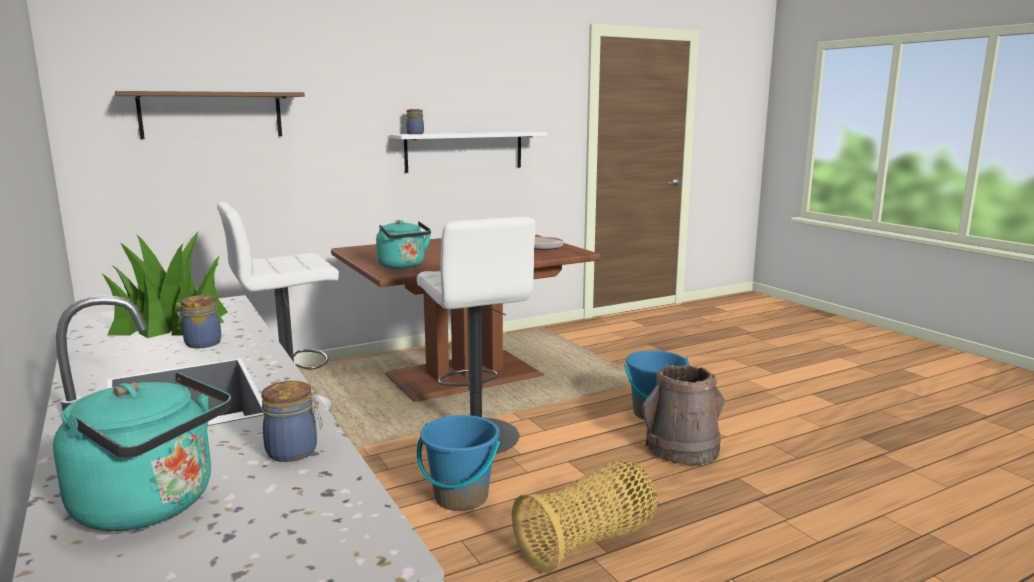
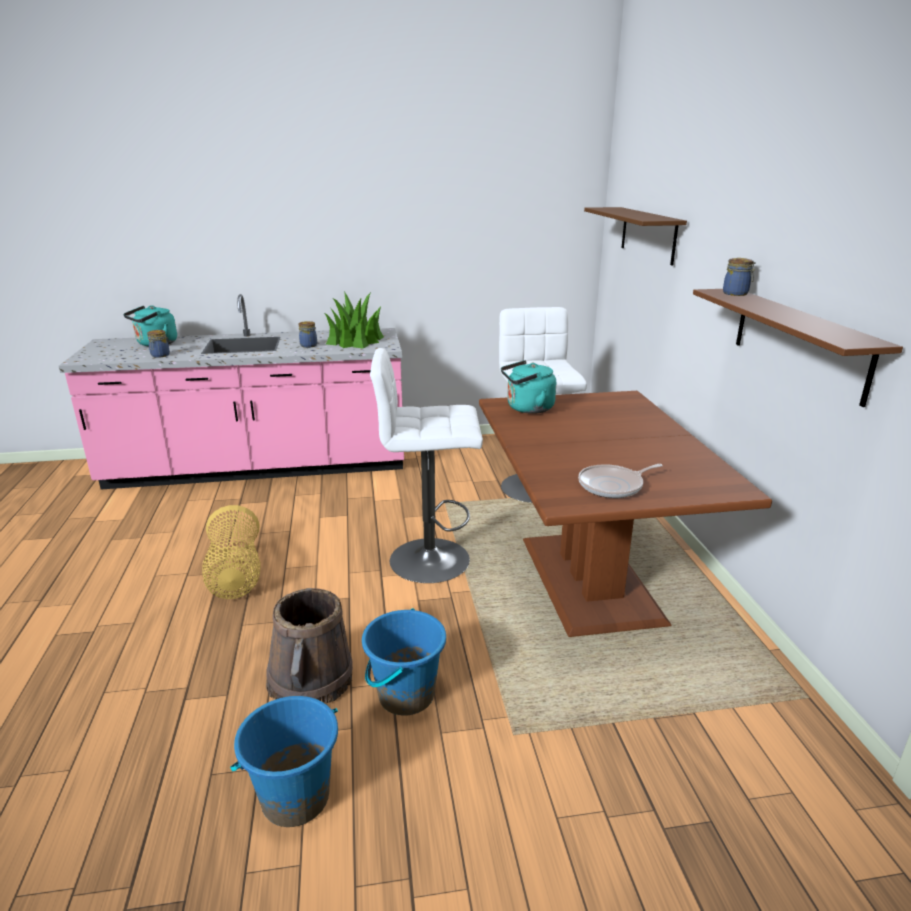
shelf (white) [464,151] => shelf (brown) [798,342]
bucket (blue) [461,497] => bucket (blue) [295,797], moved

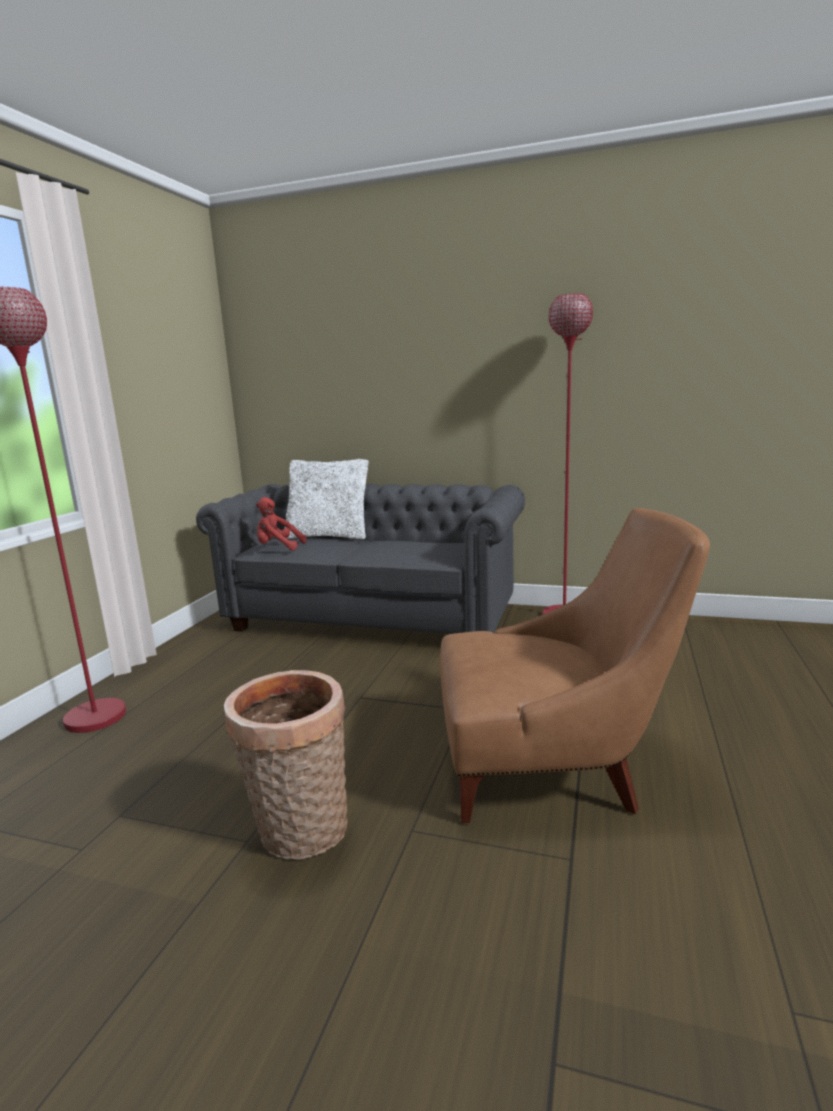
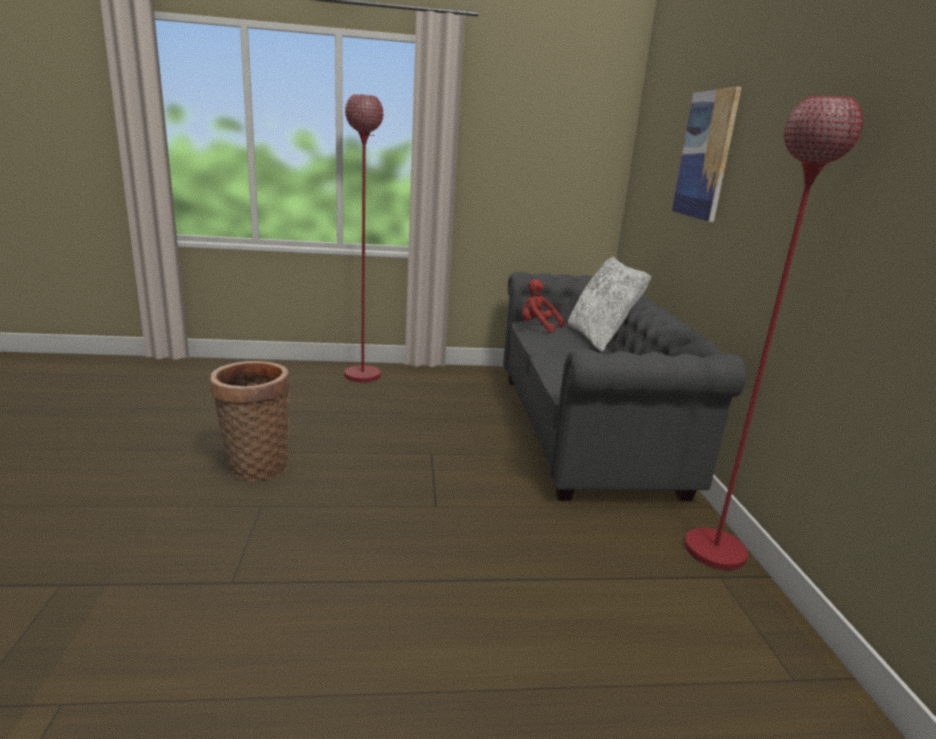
plush toy (red) [278,548] => plush toy (red) [537,326], 45 degrees counterclockwise
armchair (brown) [554,761] => nothing
nothing => picture [705,155]

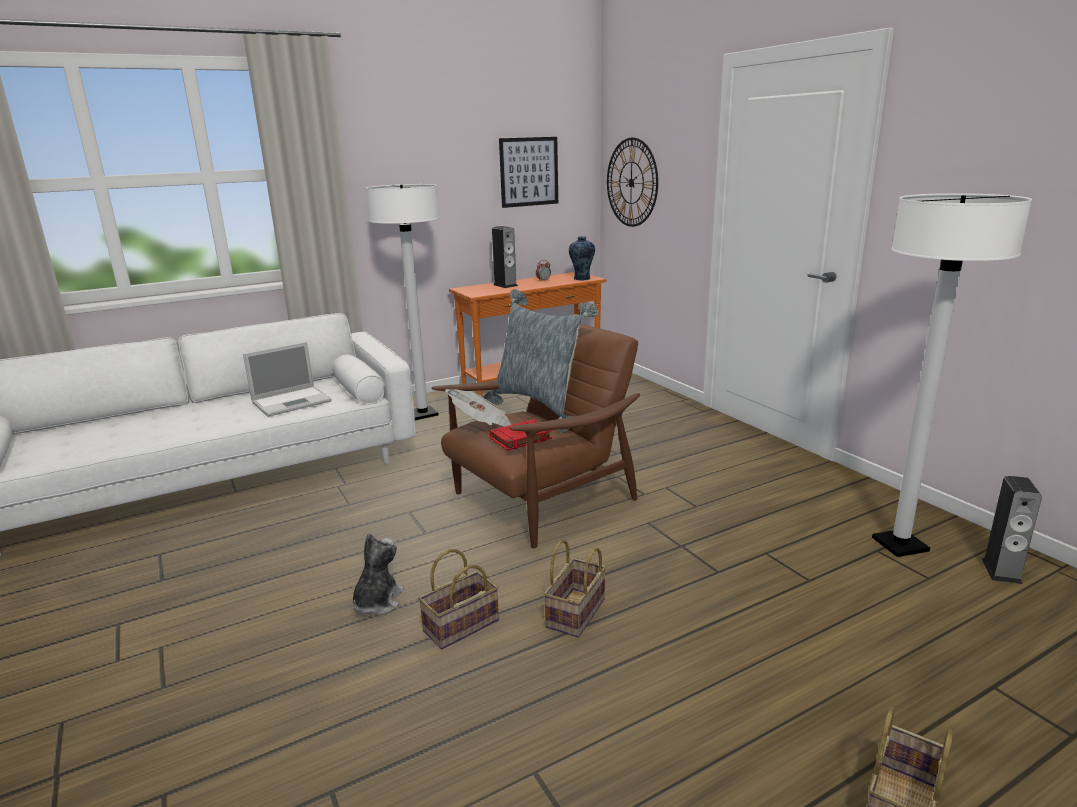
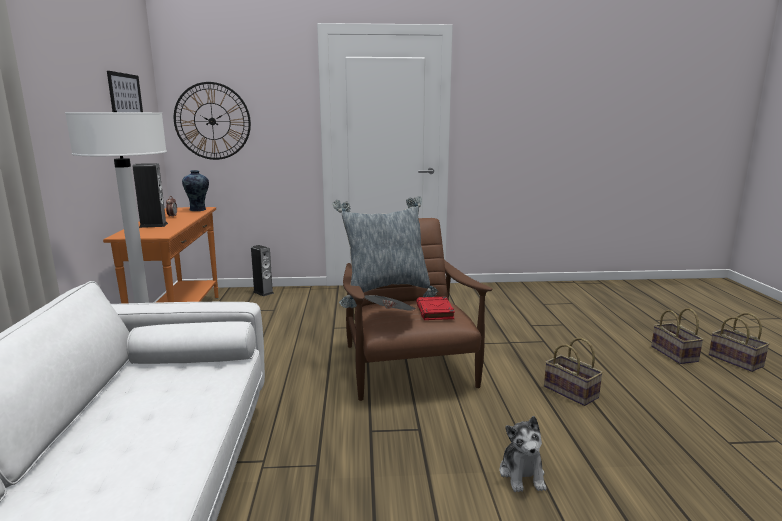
laptop [293,401] => nothing
plush toy [377,602] => plush toy [522,474], 135 degrees counterclockwise
basket [460,627] => basket [675,354], moved
floor lamp (white) [900,545] => nothing
speaker [1001,571] => speaker [263,292], moved

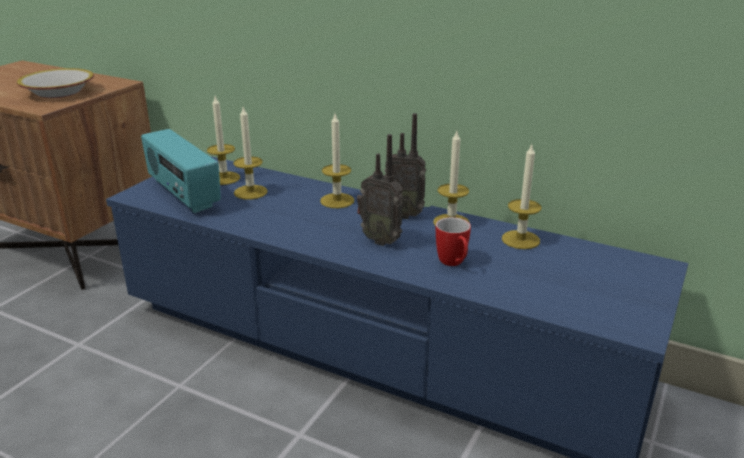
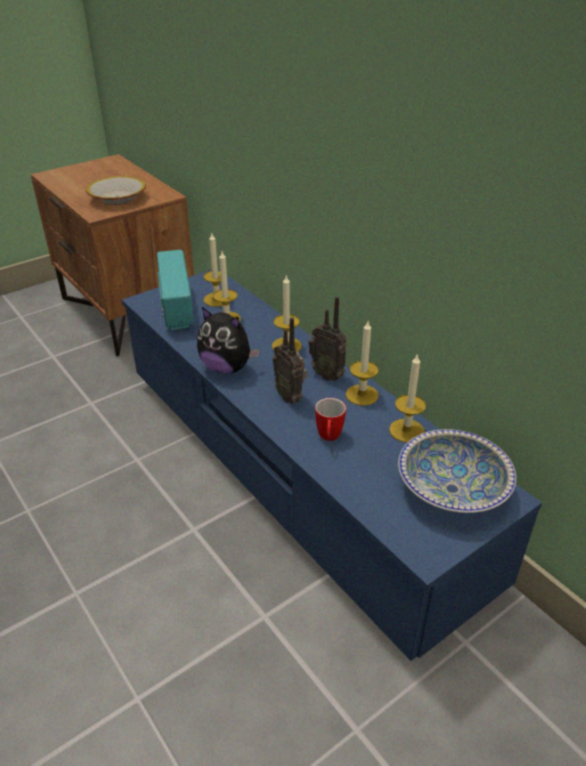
nothing => plush toy [227,367]
nothing => bowl [452,489]

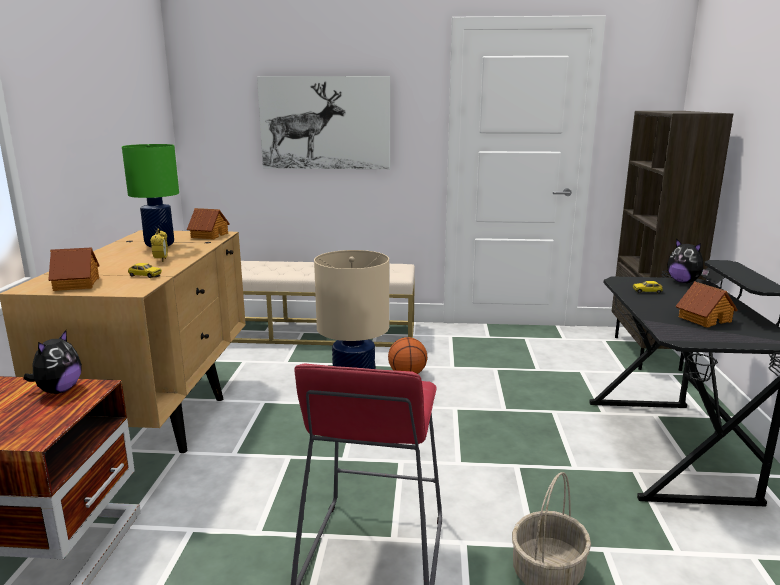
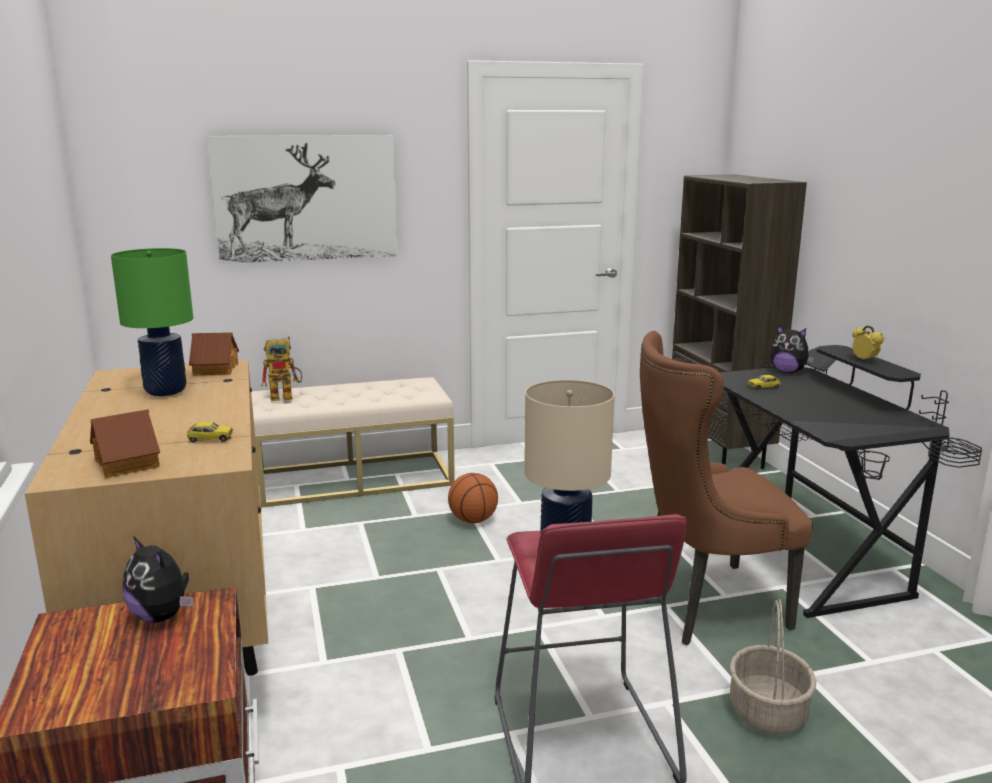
plush toy [58,390] => plush toy [162,616], 135 degrees clockwise
alarm clock [161,260] => alarm clock [864,360], moved
toy house [704,319] => nothing
nothing => toy robot [286,396]
nothing => chair (brown) [706,602]

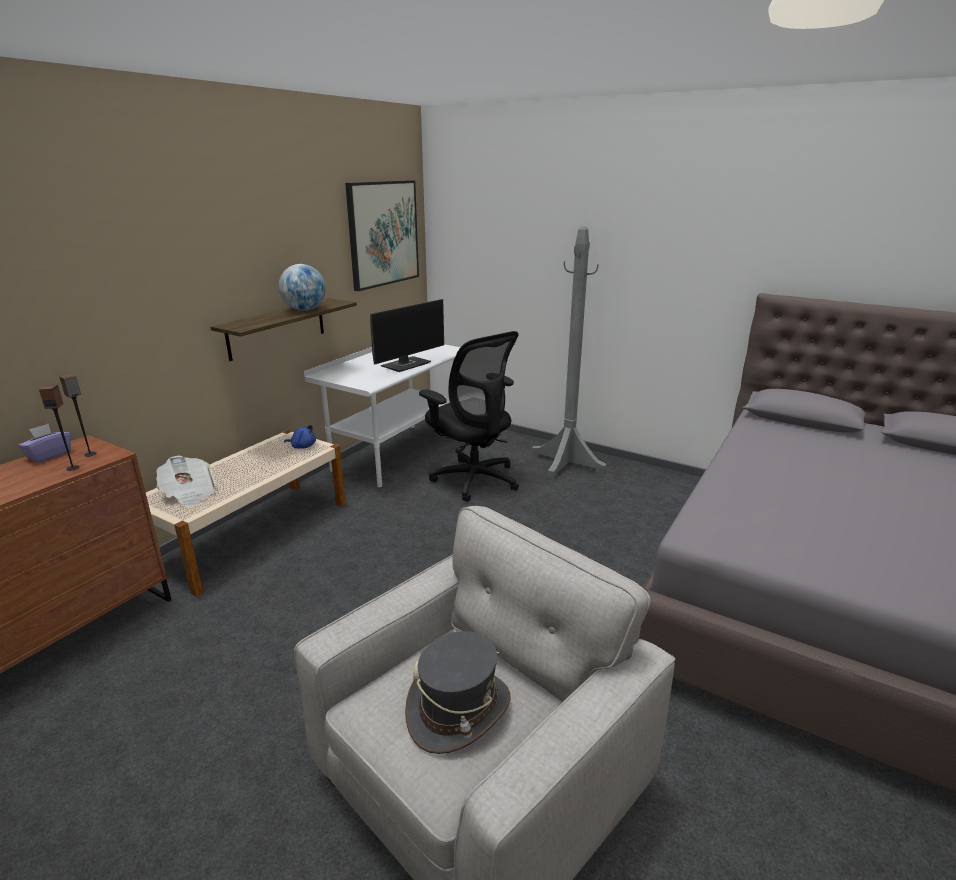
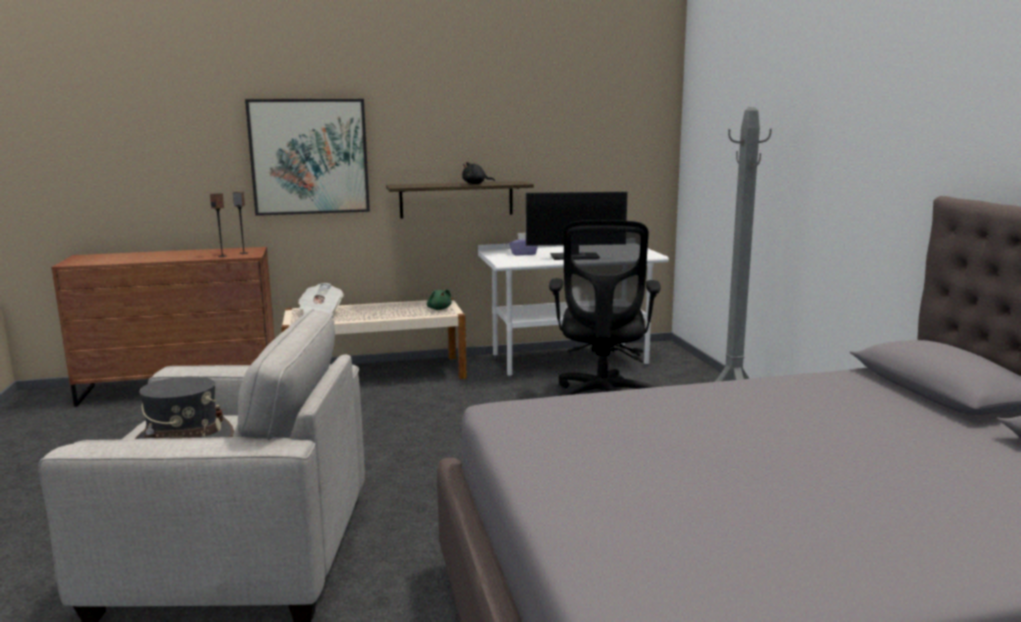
tissue box (purple) [49,455] => tissue box (purple) [523,254], moved
globe [305,310] => plush toy (black) [476,184]
plush toy (blue) [302,446] => plush toy (green) [439,309]
picture [383,234] => picture [309,157], moved

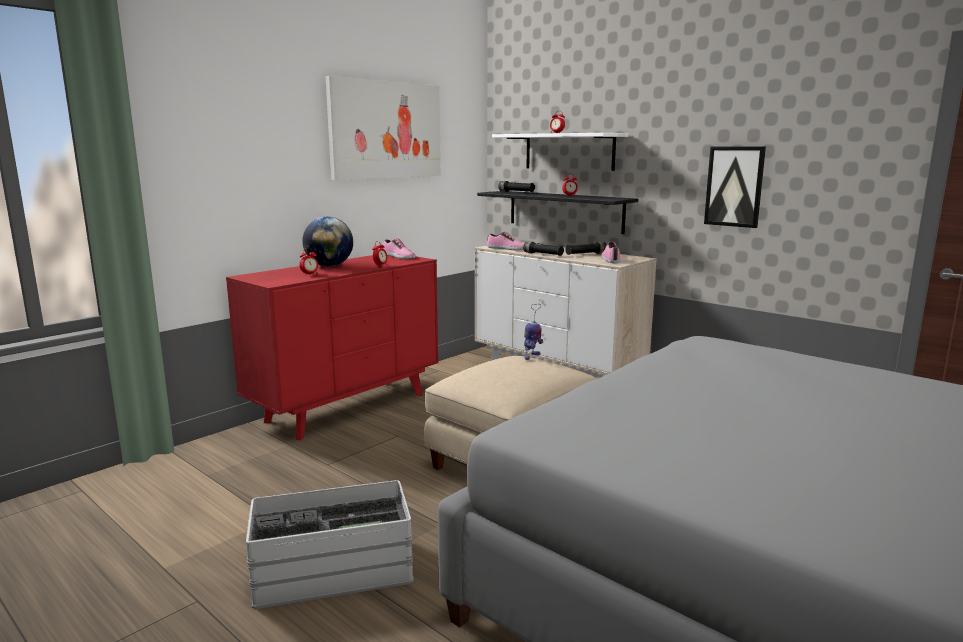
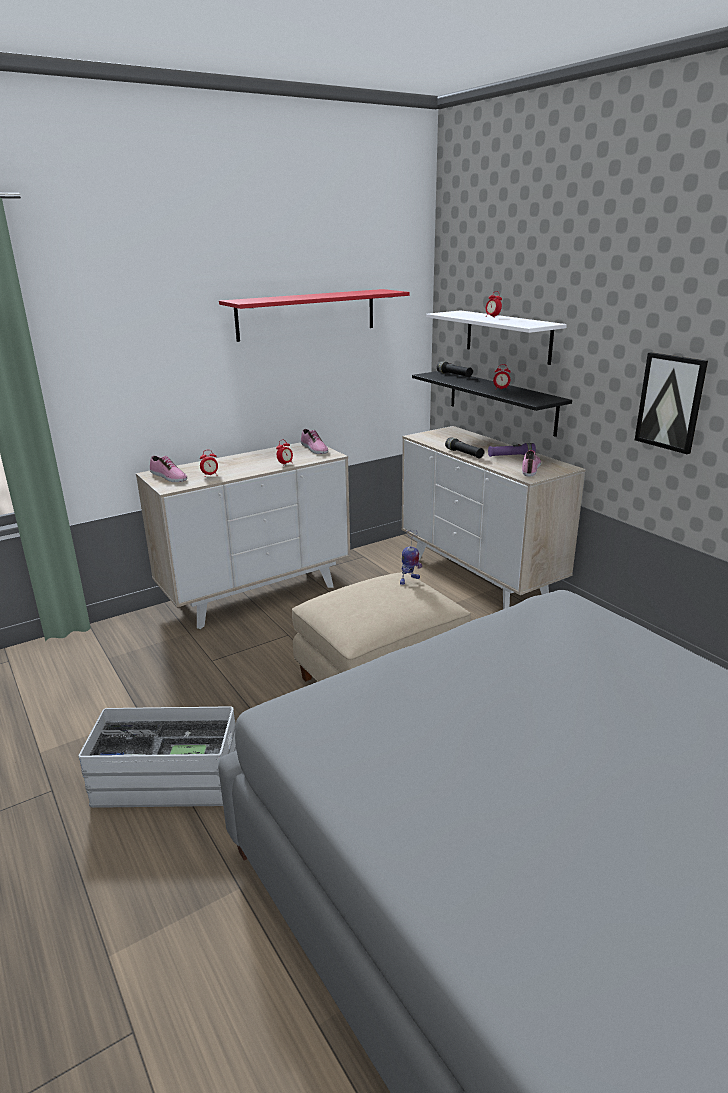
dresser (red) [346,407] => dresser (white) [256,594]
globe [329,266] => nothing
picture [386,130] => shelf (red) [307,314]
shoe [507,249] => shoe [168,477], moved
flashlight (black) [585,254] => flashlight (purple) [511,456]

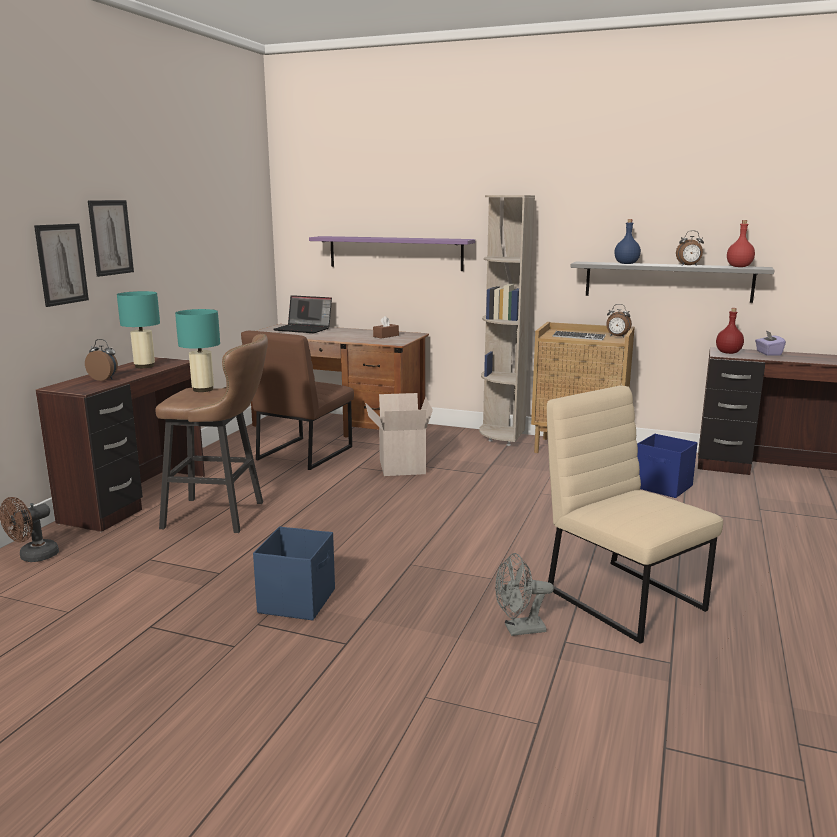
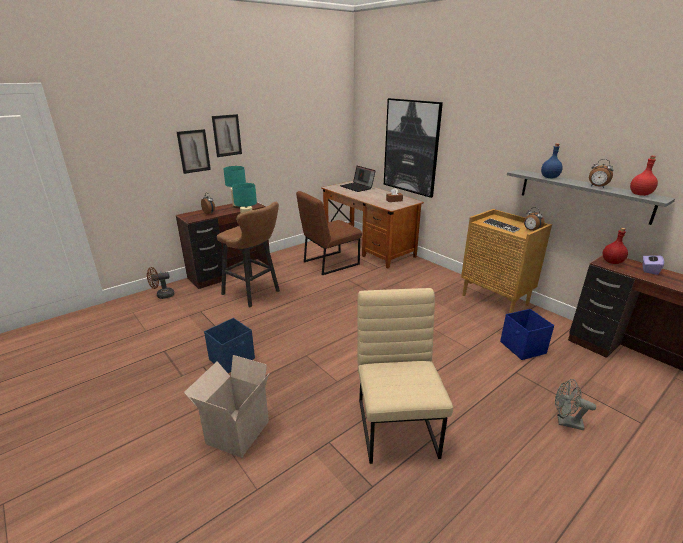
shelf (purple) [395,253] => picture [411,147]
cardboard box [400,466] => cardboard box [237,431], moved
bookcase (beige) [500,439] => nothing
fan (grey) [519,630] => fan (grey) [565,422], moved

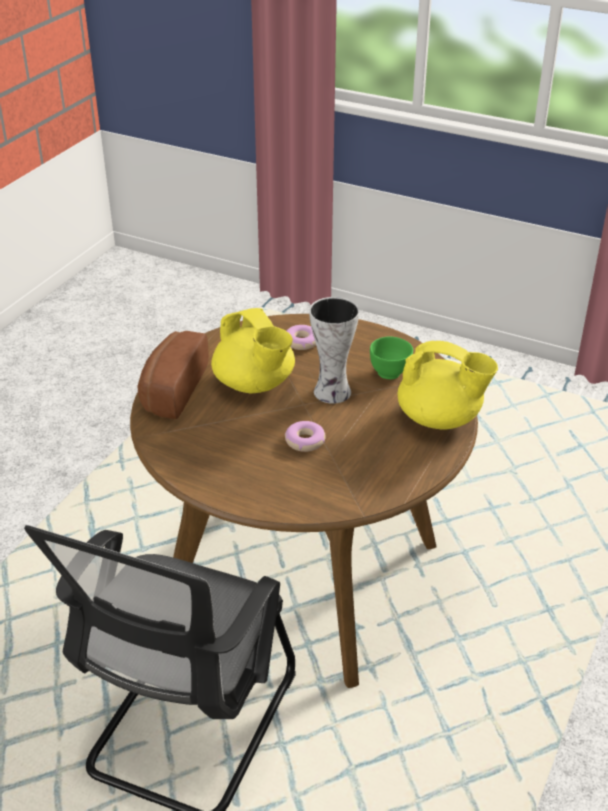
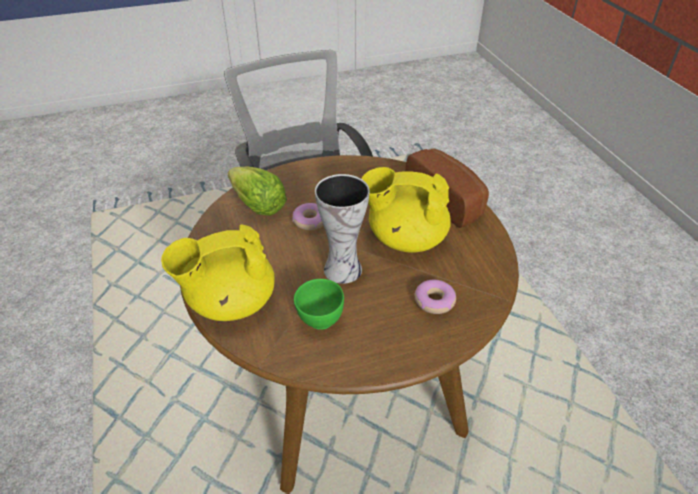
nothing => lettuce [258,206]

